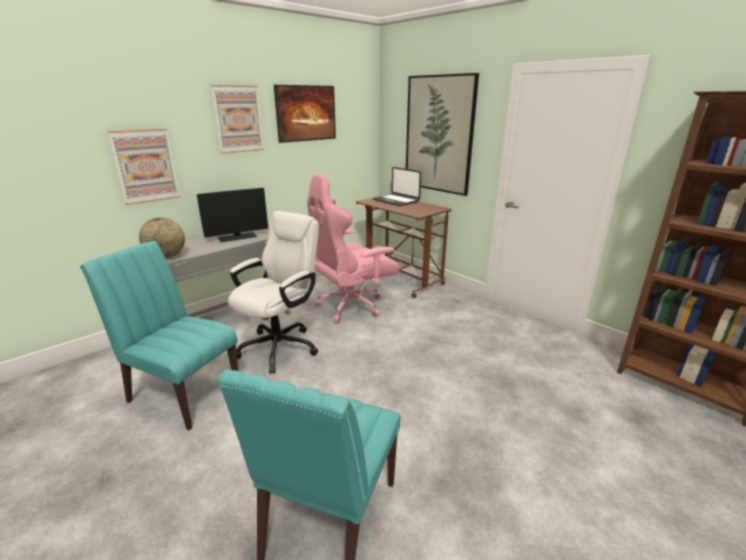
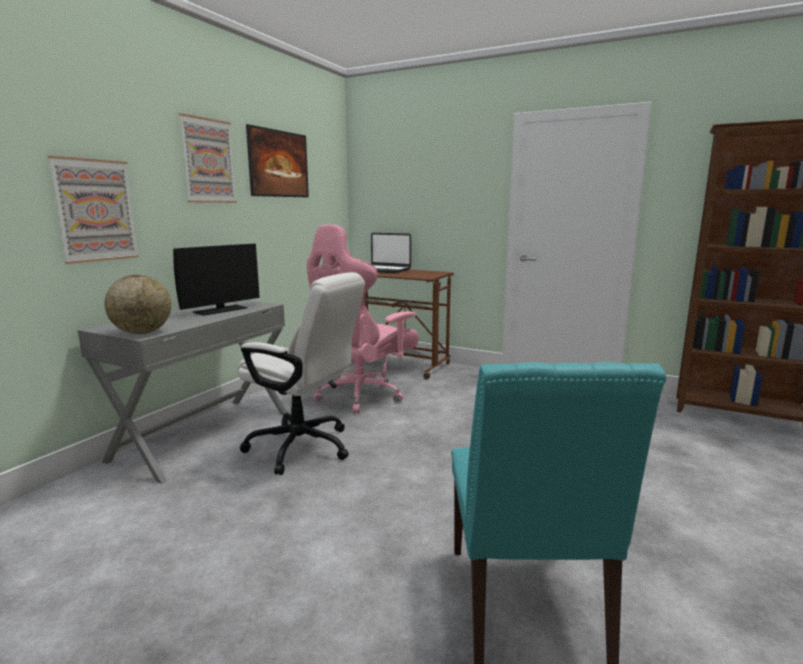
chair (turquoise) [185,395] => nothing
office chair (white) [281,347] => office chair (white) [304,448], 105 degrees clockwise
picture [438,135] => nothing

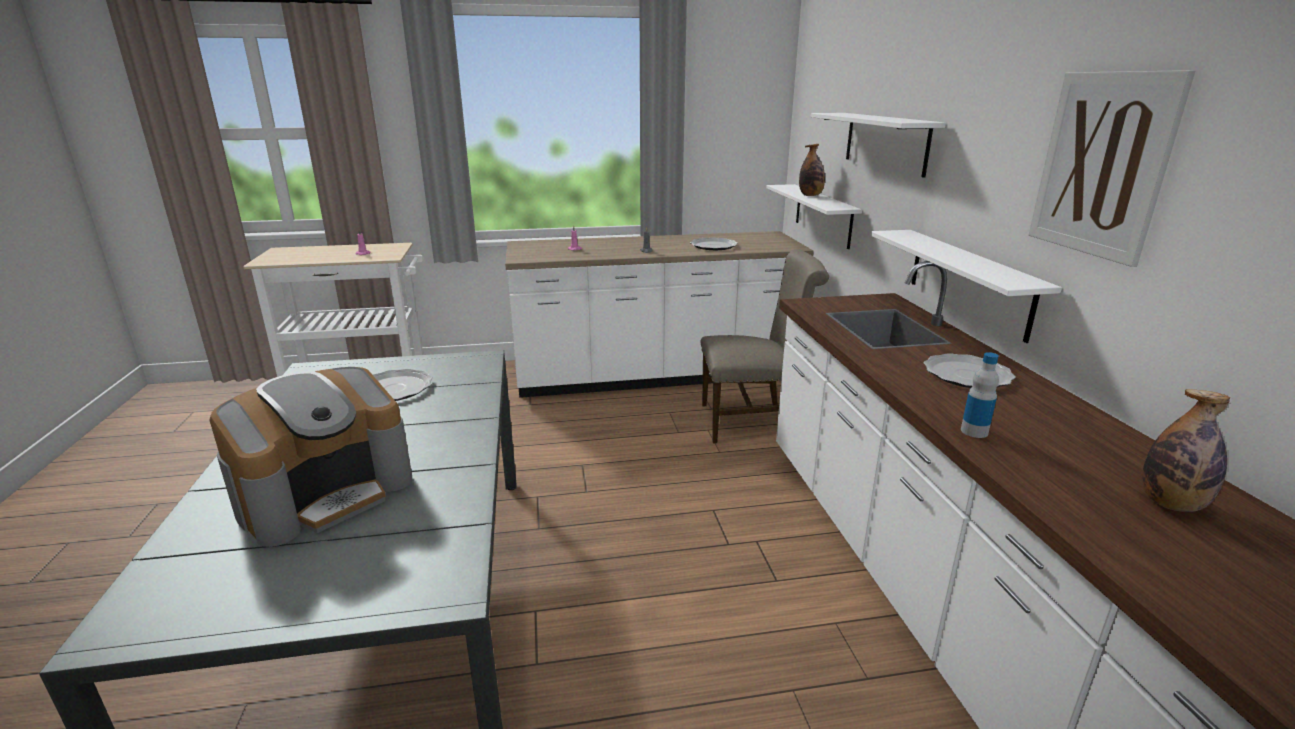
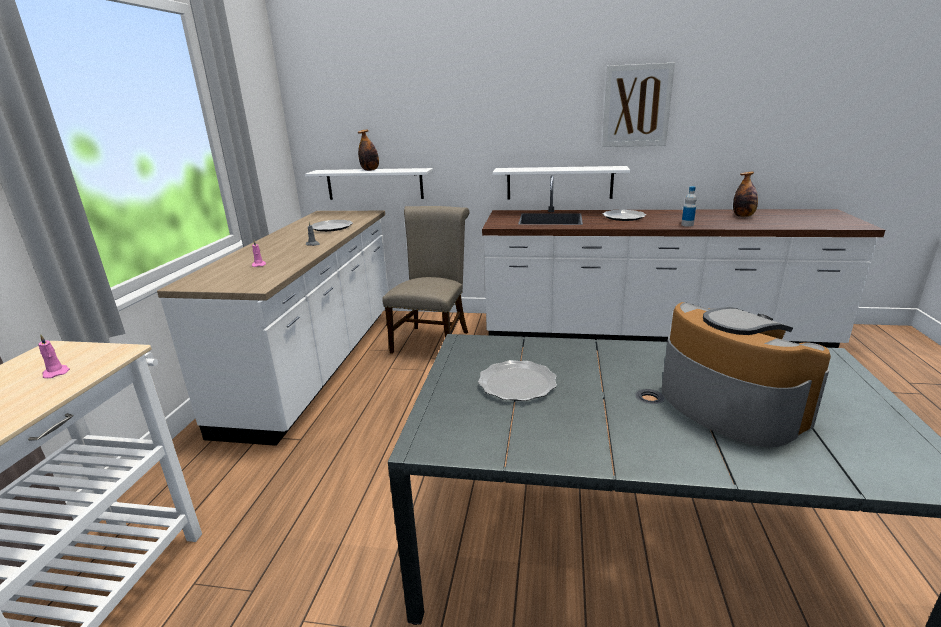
shelf (white) [885,142] => nothing

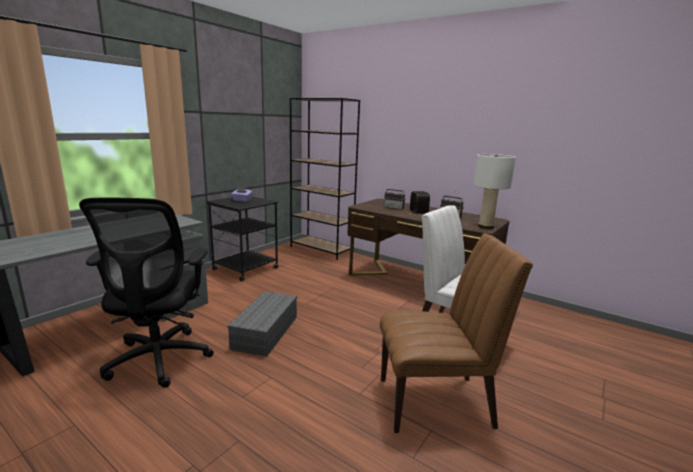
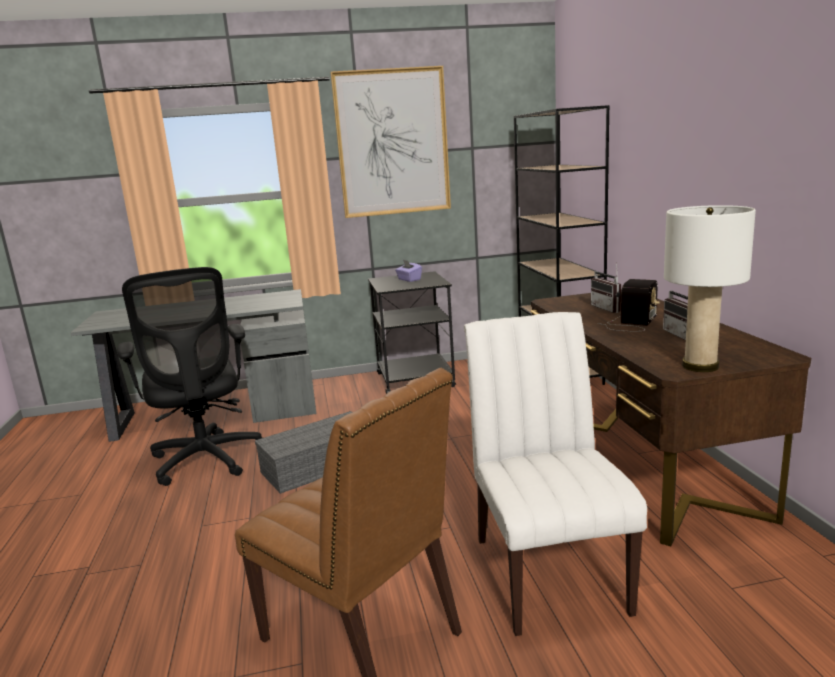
office chair (black) [160,355] => office chair (black) [204,456], 60 degrees counterclockwise
nothing => picture [392,143]

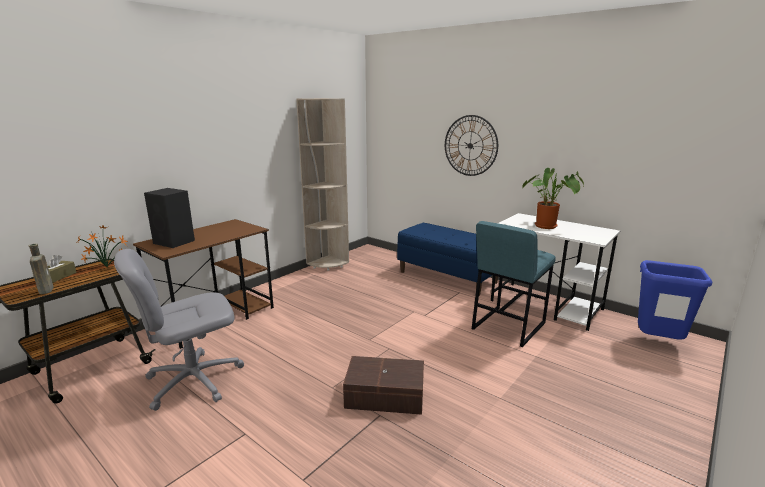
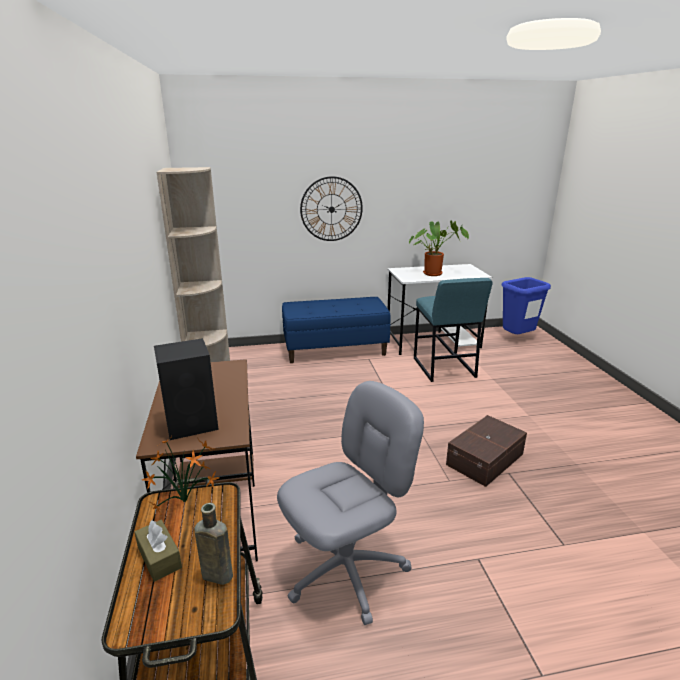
office chair (grey) [193,380] => office chair (grey) [346,568], 135 degrees counterclockwise

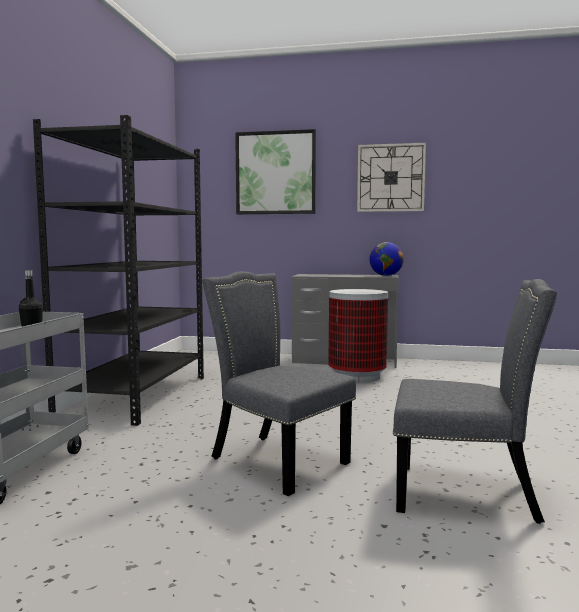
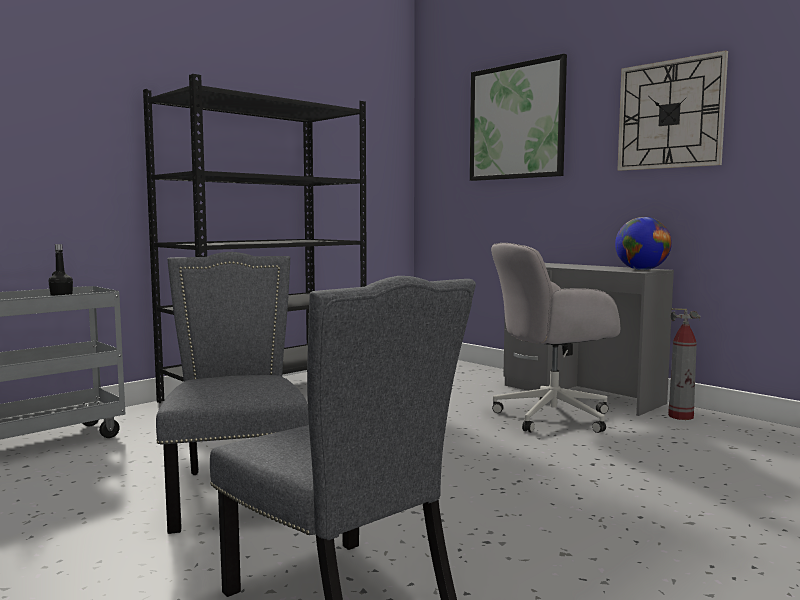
trash can [356,376] => office chair (grey) [551,417]
nothing => fire extinguisher [681,416]

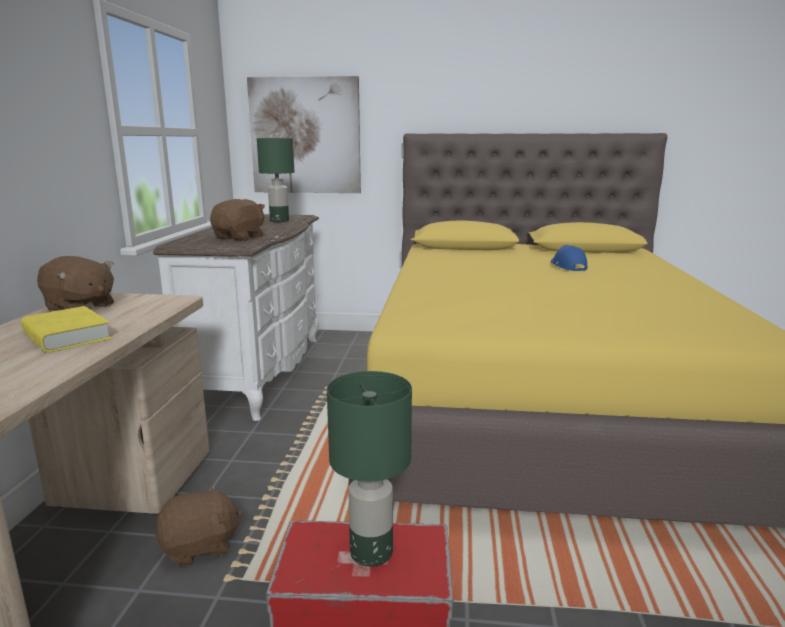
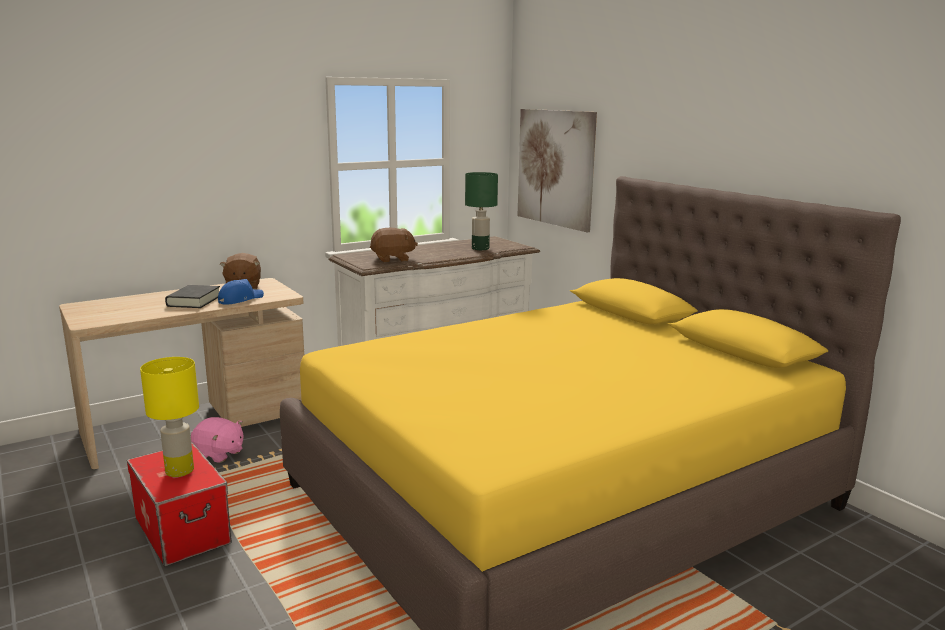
book (yellow) [67,336] => book (black) [194,301]
plush toy (brown) [200,546] => plush toy (pink) [219,454]
table lamp (green) [370,552] => table lamp (yellow) [180,470]
cap (blue) [567,266] => cap (blue) [240,299], moved

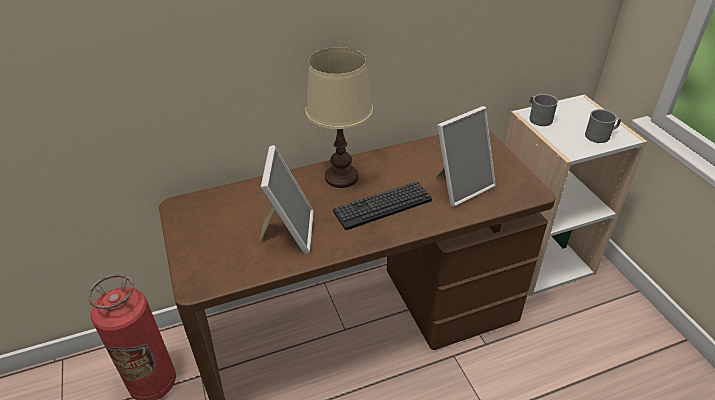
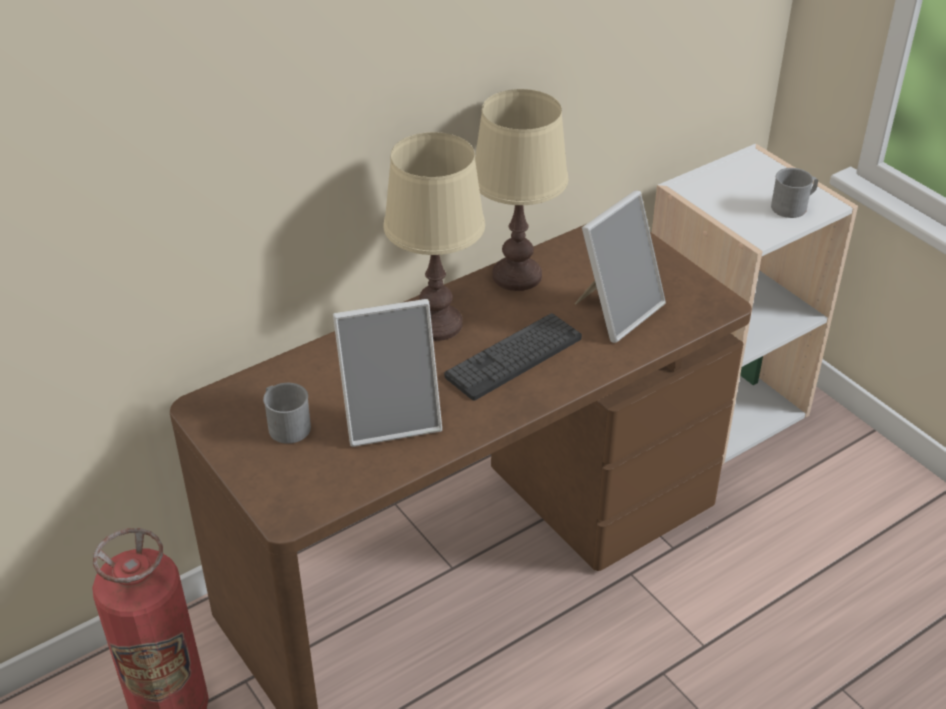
picture frame [288,232] => picture frame [391,417], 90 degrees clockwise
mug (grey) [538,118] => mug (grey) [286,425], moved
nothing => table lamp (beige) [516,276]

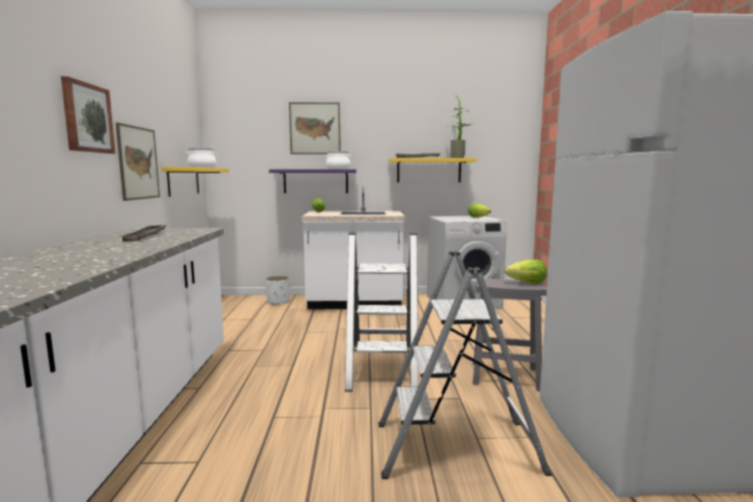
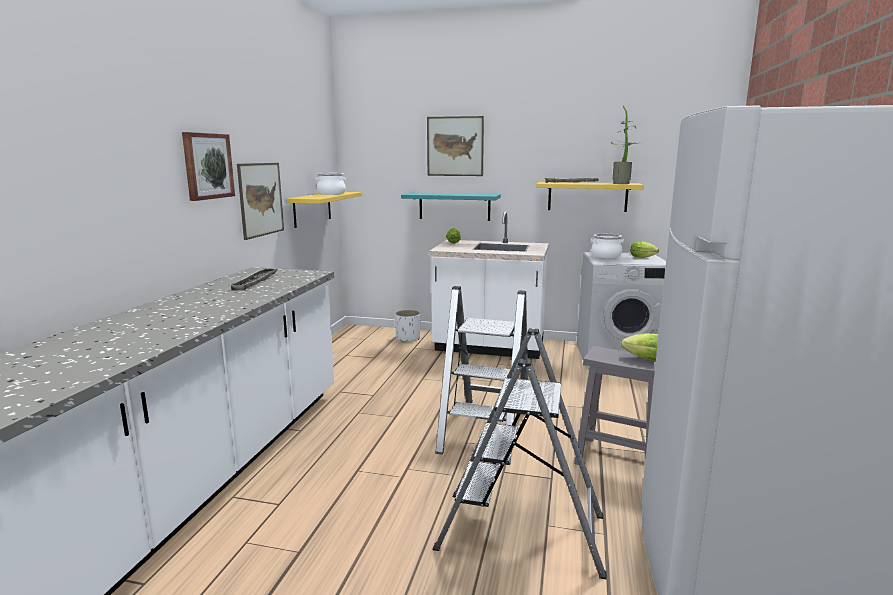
shelf (purple) [315,181] => shelf (turquoise) [454,206]
cooking pot [338,169] => cooking pot [606,256], moved

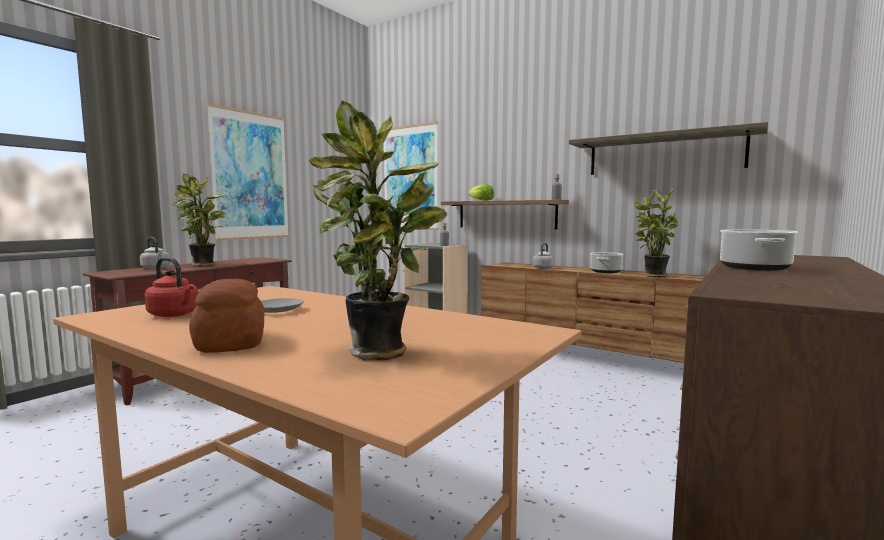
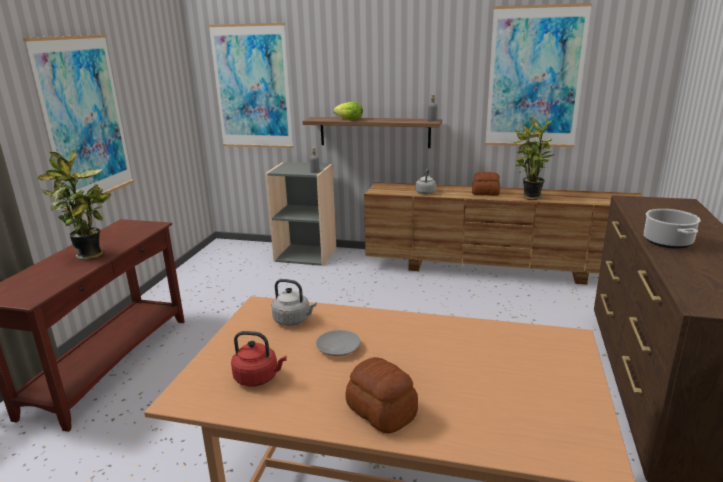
kettle (grey) [156,268] => kettle (grey) [293,320], moved
potted plant [379,354] => nothing
shelf [663,154] => picture [534,78]
cooking pot [605,271] => bread [485,193]

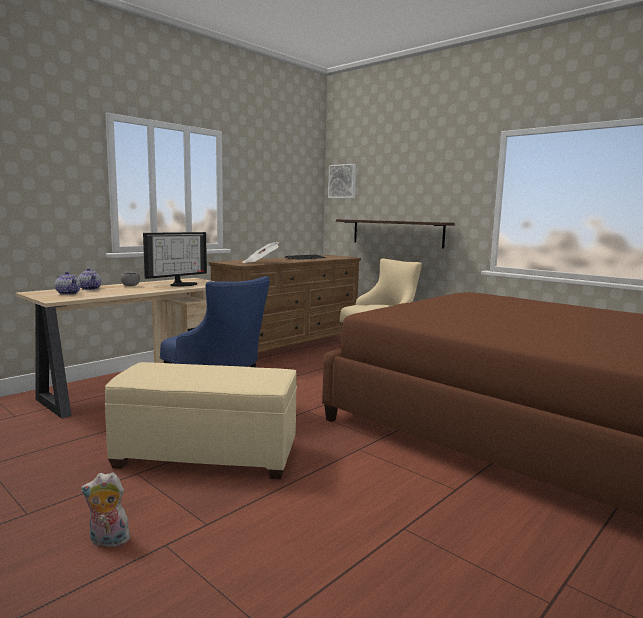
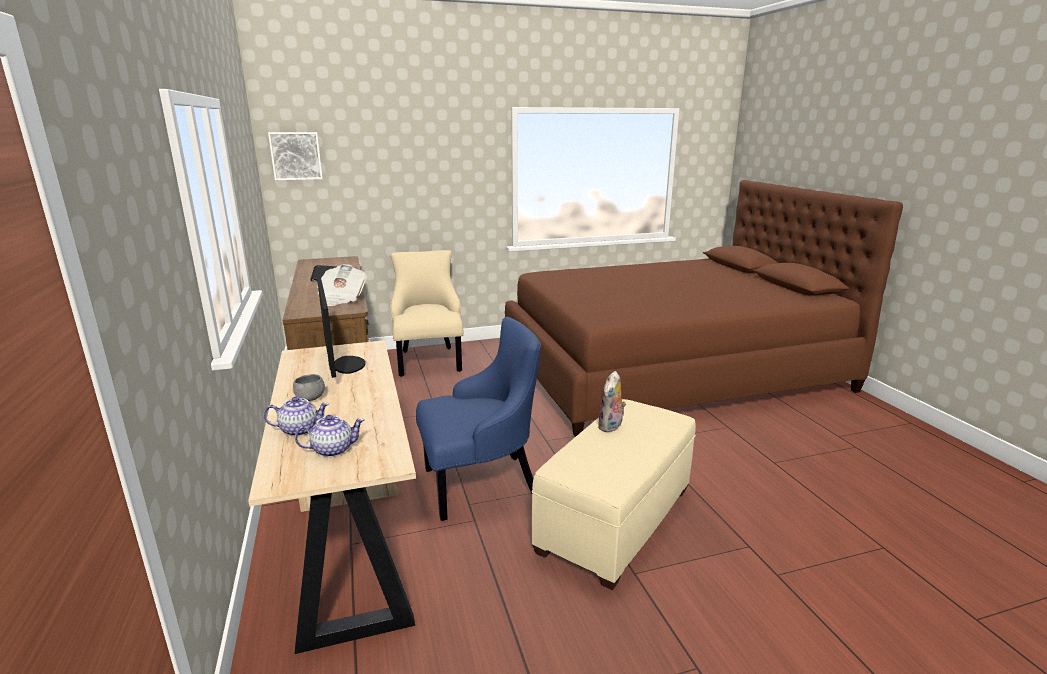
plush toy [107,541] => plush toy [611,427], moved
shelf [396,233] => nothing

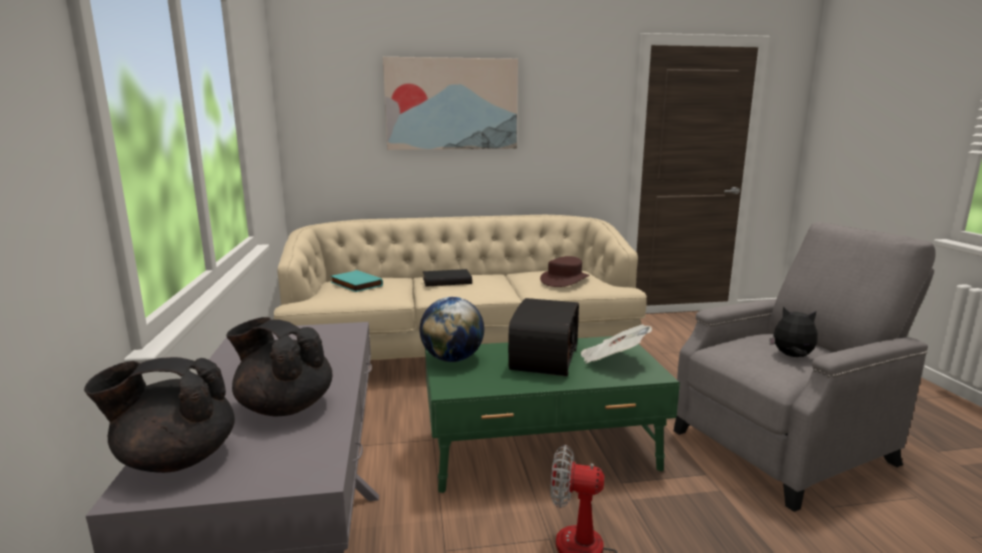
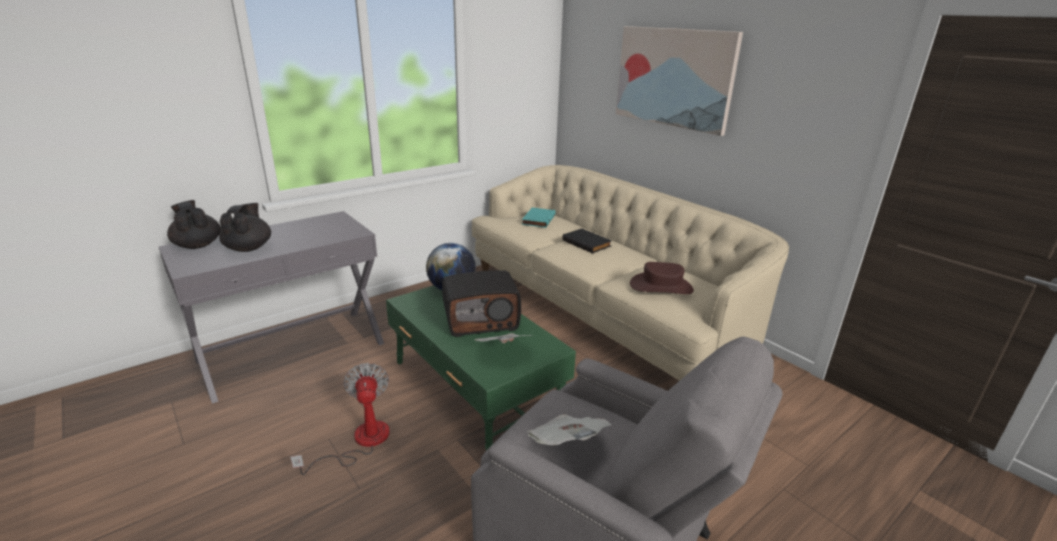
plush toy [792,356] => newspaper [566,445]

